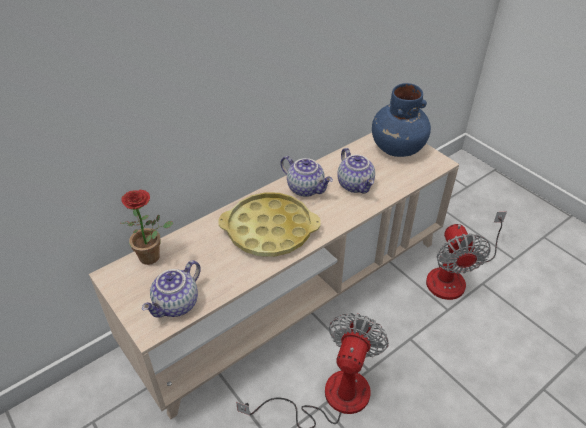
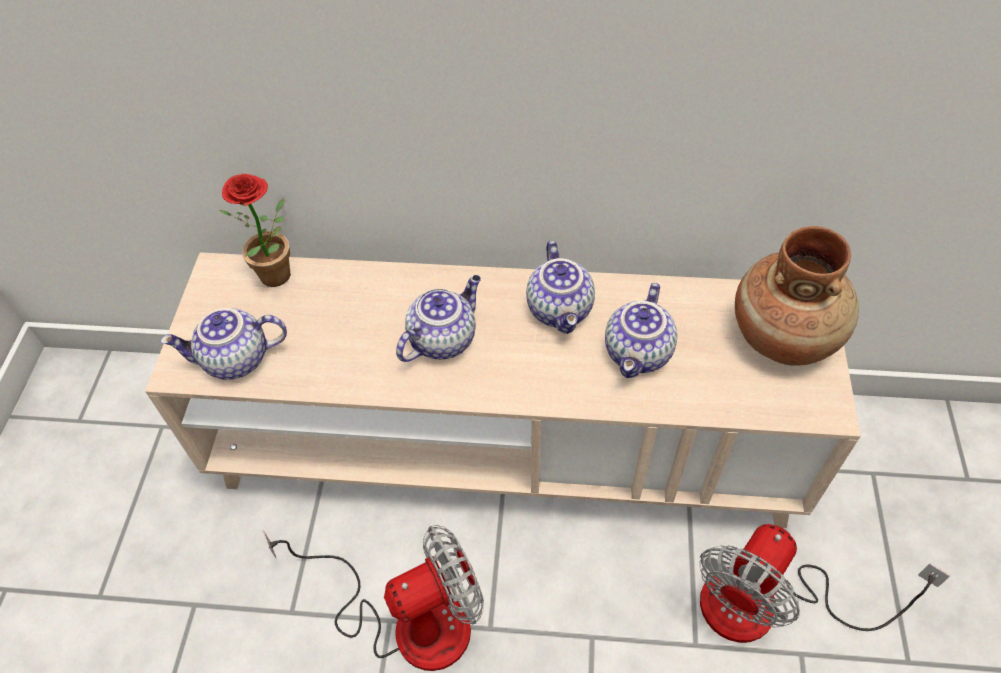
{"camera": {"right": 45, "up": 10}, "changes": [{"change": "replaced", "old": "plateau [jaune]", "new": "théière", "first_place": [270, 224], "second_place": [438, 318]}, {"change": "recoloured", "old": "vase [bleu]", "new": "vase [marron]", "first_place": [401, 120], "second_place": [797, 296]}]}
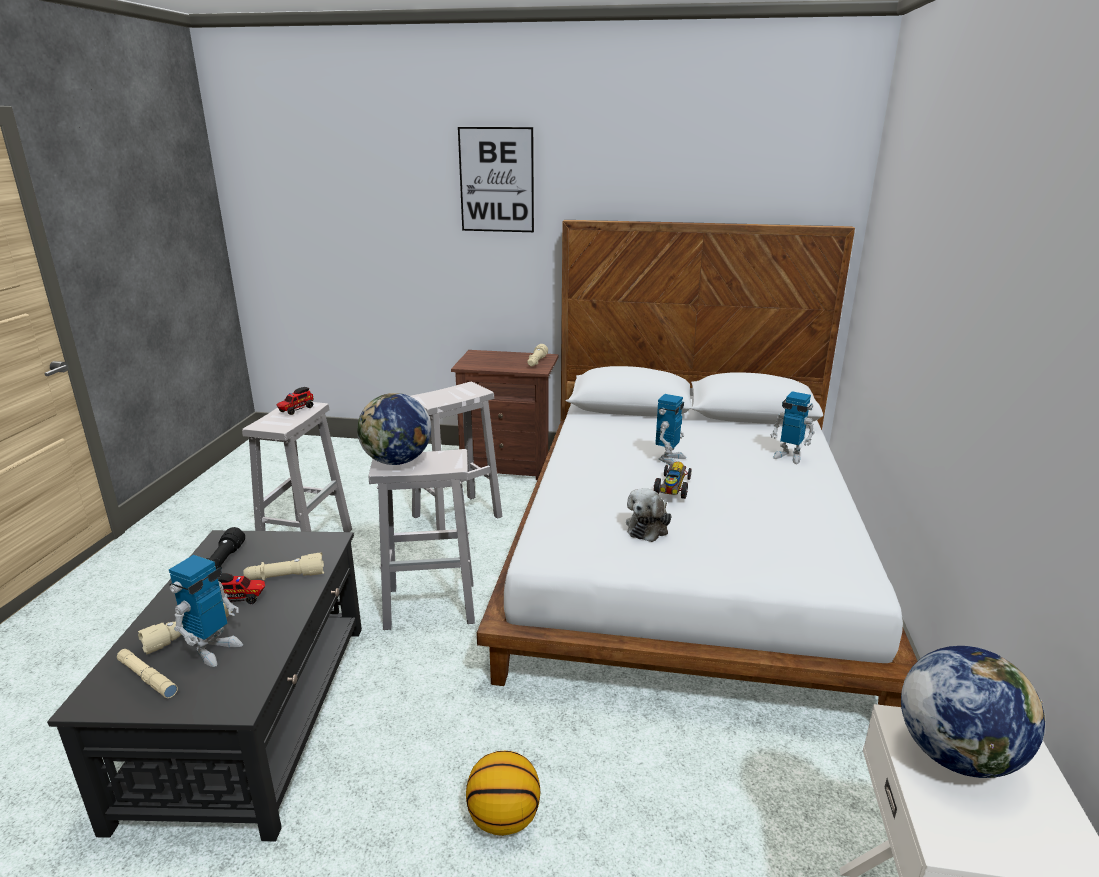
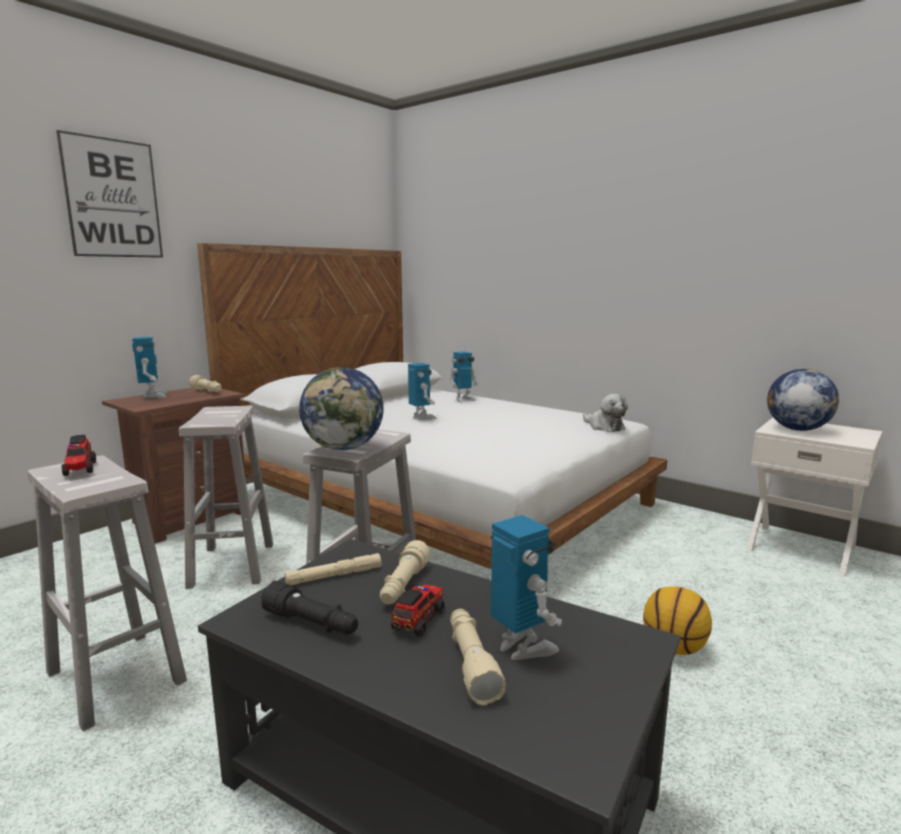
{"camera": {"right": -60, "up": -10}, "changes": [{"change": "moved", "old": "lampe de poche [beige]", "first_place": [147, 673], "second_place": [333, 569]}, {"change": "moved", "old": "peluche", "first_place": [648, 515], "second_place": [605, 413]}, {"change": "removed", "old": "petite voiture", "first_place": [672, 480]}, {"change": "added", "new": "robot jouet", "second_place": [149, 367]}]}
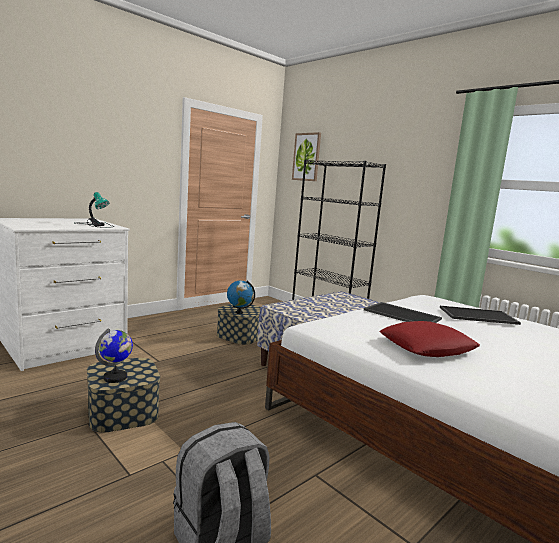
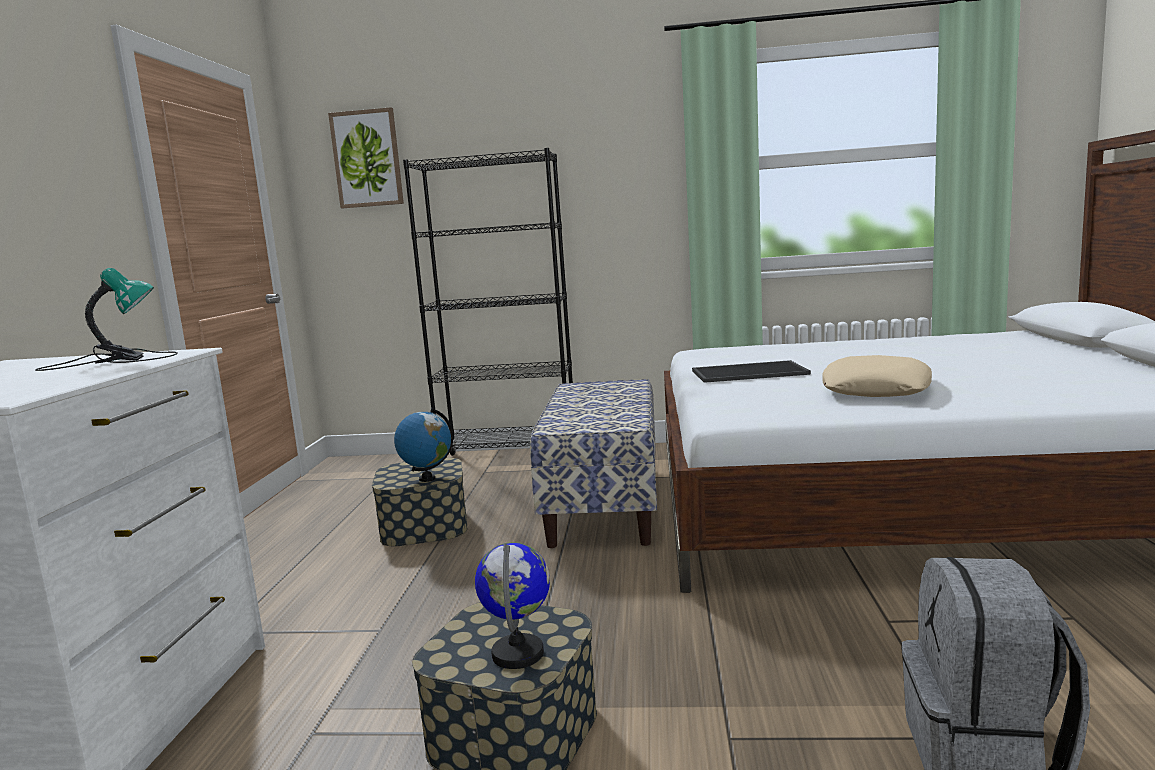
{"camera": {"right": -40, "up": 0}, "changes": [{"change": "recoloured", "old": "coussin [rouge]", "new": "coussin [beige]", "first_place": [430, 339], "second_place": [877, 376]}, {"change": "removed", "old": "plateau", "first_place": [480, 315]}]}
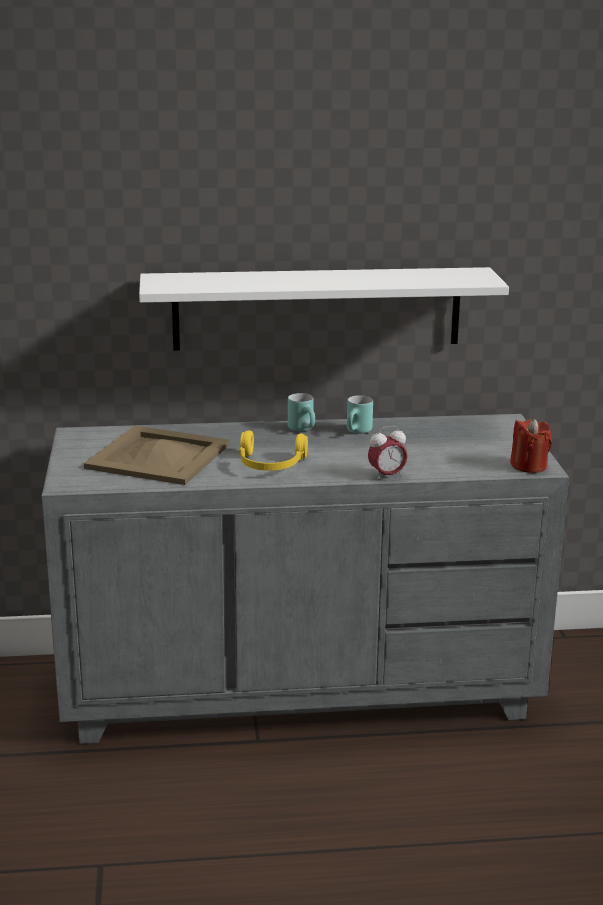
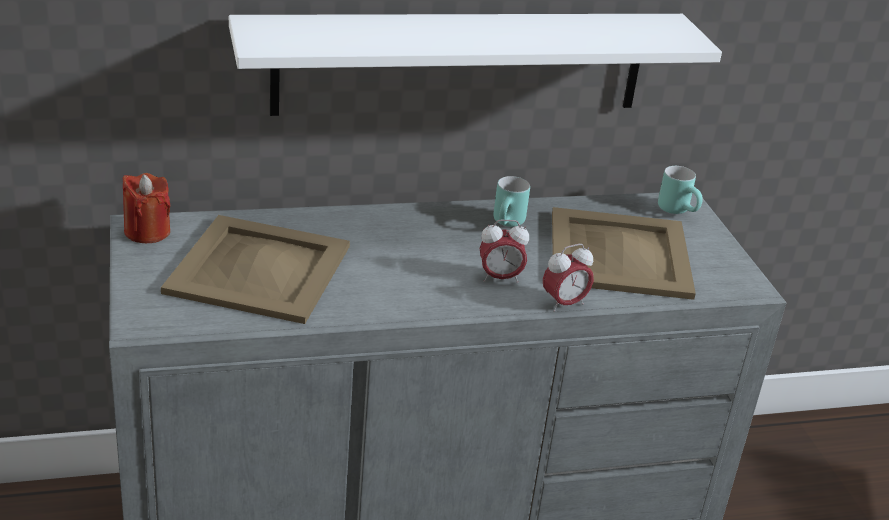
{"camera": {"right": -10, "up": 10}, "changes": [{"change": "removed", "old": "casque audio [jaune]", "first_place": [274, 450]}, {"change": "moved", "old": "mug [turquoise]", "first_place": [301, 412], "second_place": [680, 190]}, {"change": "moved", "old": "bougie [rouge]", "first_place": [531, 445], "second_place": [146, 208]}, {"change": "added", "new": "réveil", "second_place": [504, 251]}, {"change": "added", "new": "plateau [beige]", "second_place": [624, 253]}]}
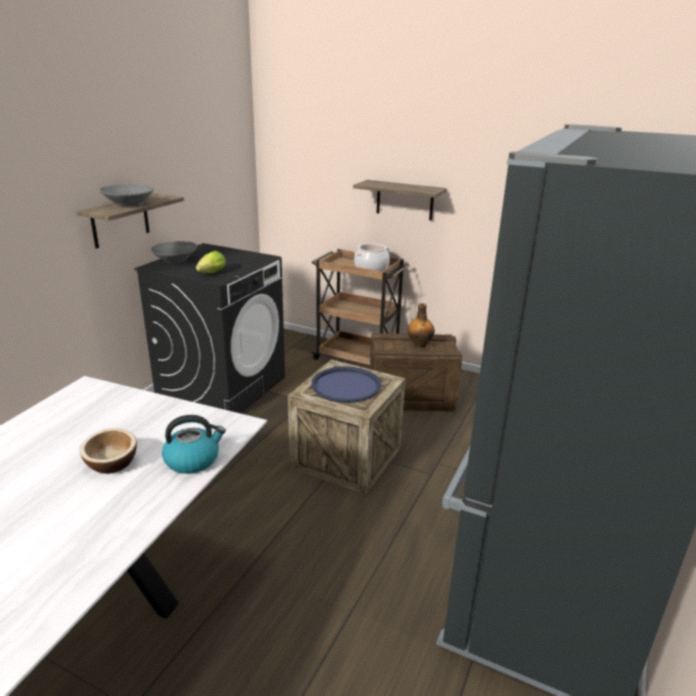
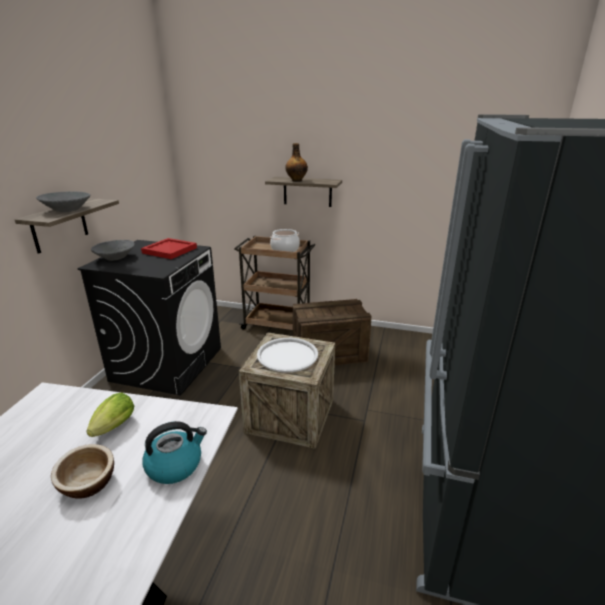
{"camera": {"right": -10, "up": 0}, "changes": [{"change": "moved", "old": "laitue", "first_place": [211, 262], "second_place": [110, 415]}, {"change": "recoloured", "old": "plateau [bleu]", "new": "plateau [blanc]", "first_place": [346, 385], "second_place": [287, 355]}, {"change": "moved", "old": "bouteille", "first_place": [421, 325], "second_place": [296, 162]}, {"change": "added", "new": "plateau [rouge]", "second_place": [169, 248]}]}
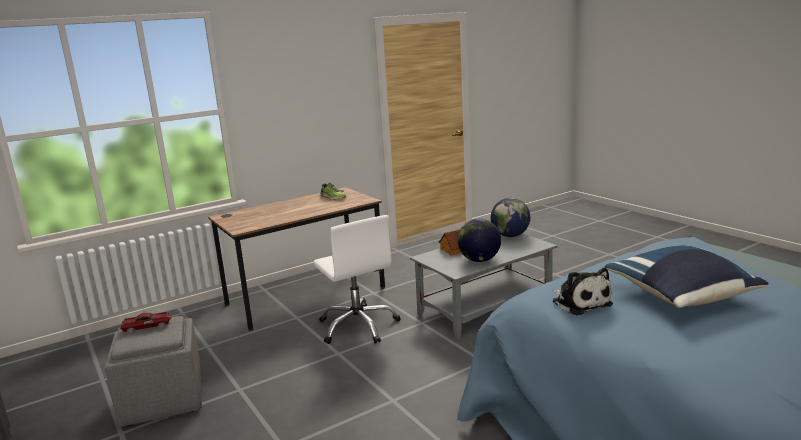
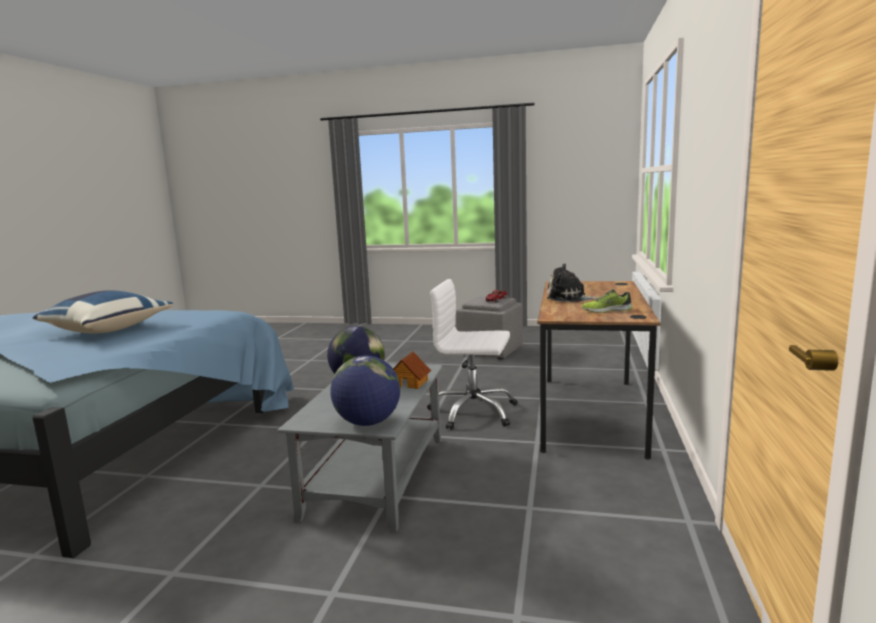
{"camera": {"right": 135, "up": -5}, "changes": [{"change": "moved", "old": "peluche", "first_place": [582, 292], "second_place": [573, 283]}]}
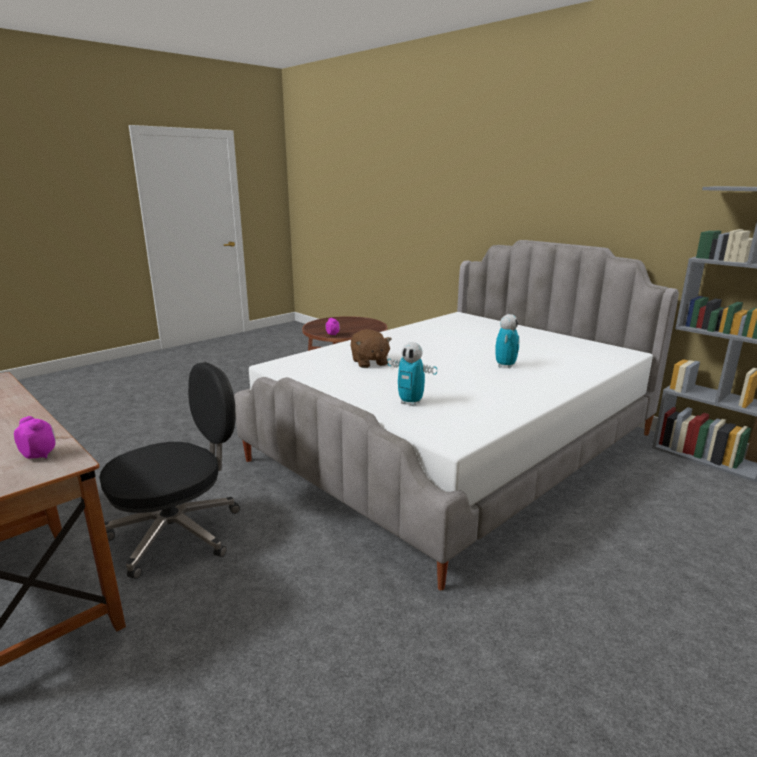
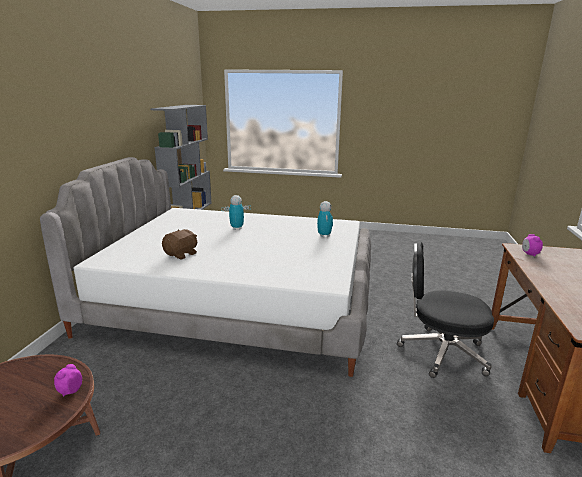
{"camera": {"right": -125, "up": 0}, "changes": [{"change": "moved", "old": "peluche [marron]", "first_place": [371, 348], "second_place": [179, 244]}]}
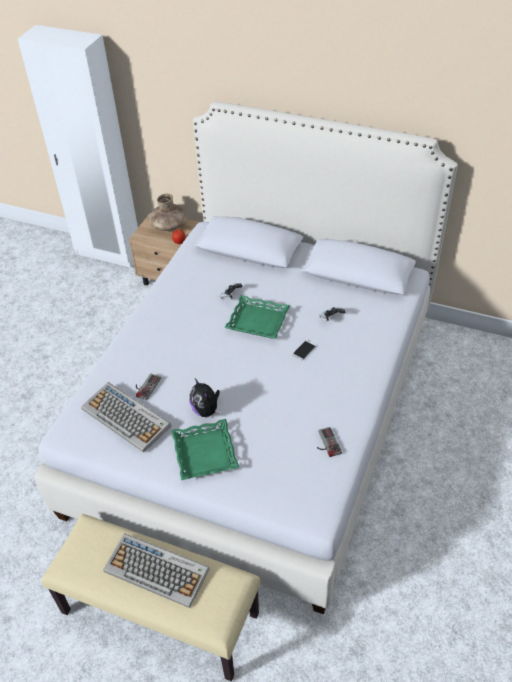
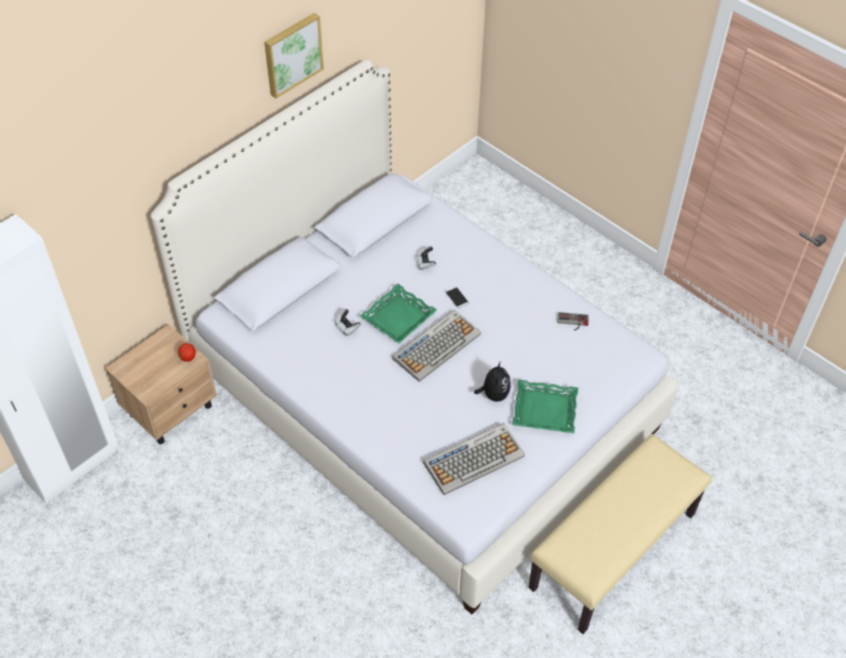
{"camera": {"right": -70, "up": 5}, "changes": [{"change": "moved", "old": "clavier", "first_place": [156, 570], "second_place": [436, 346]}, {"change": "removed", "old": "manette", "first_place": [148, 386]}, {"change": "removed", "old": "vase [marron]", "first_place": [168, 212]}, {"change": "turned", "old": "peluche", "first_place": [205, 397], "second_place": [492, 381], "degrees": -75}, {"change": "added", "new": "tableau", "second_place": [294, 55]}]}
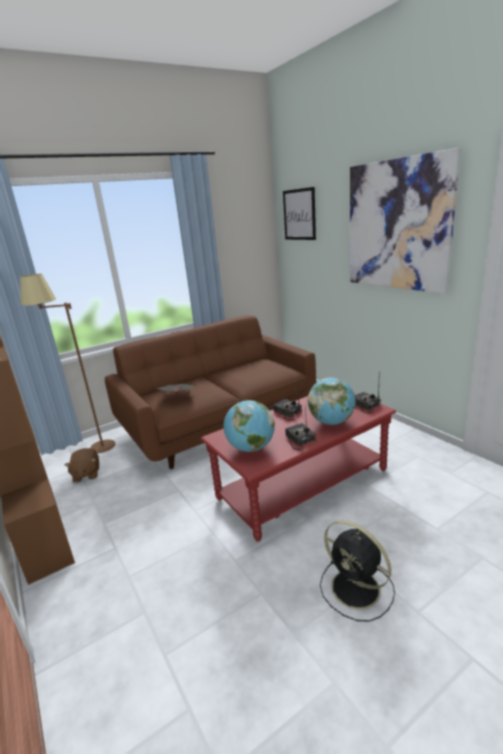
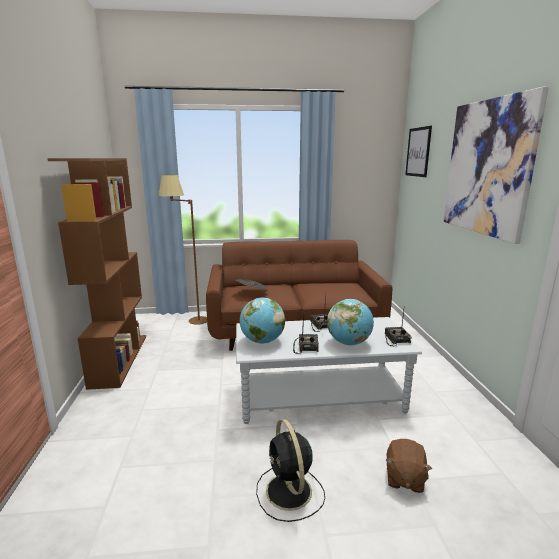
{"camera": {"right": 25, "up": -5}, "changes": [{"change": "moved", "old": "peluche [marron]", "first_place": [81, 465], "second_place": [409, 466]}, {"change": "recoloured", "old": "table basse [rouge]", "new": "table basse [gris]", "first_place": [298, 467], "second_place": [329, 370]}]}
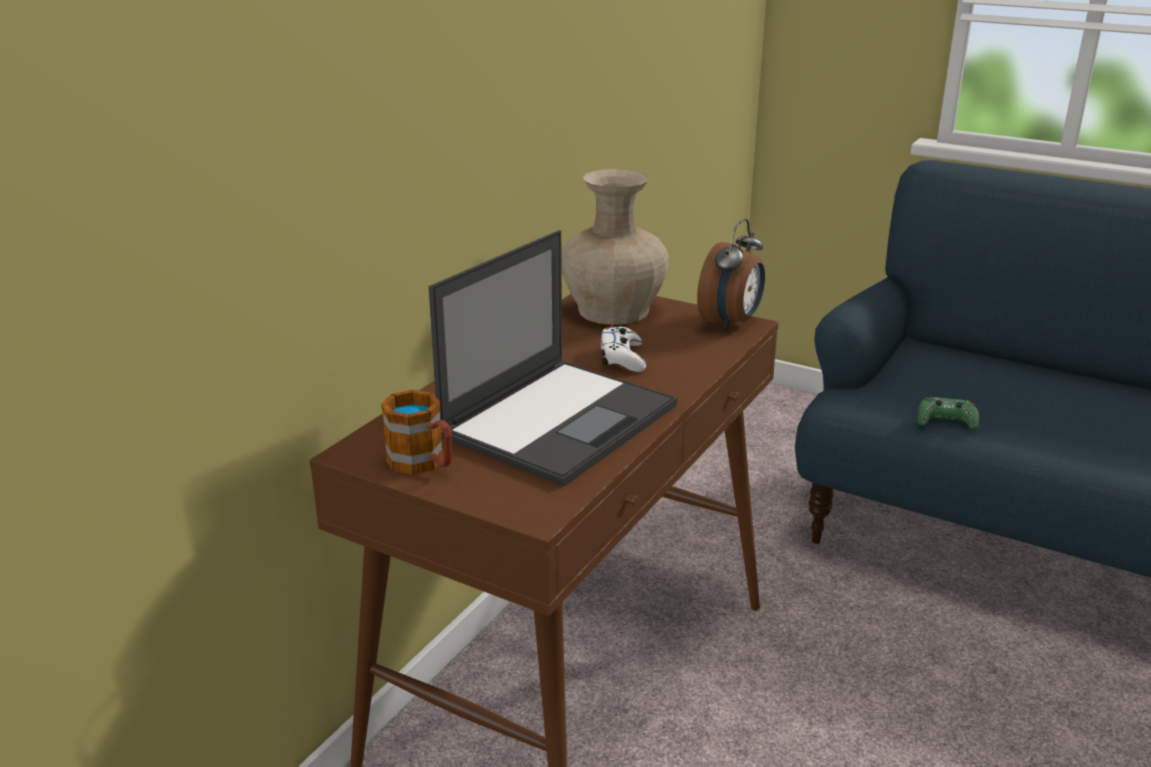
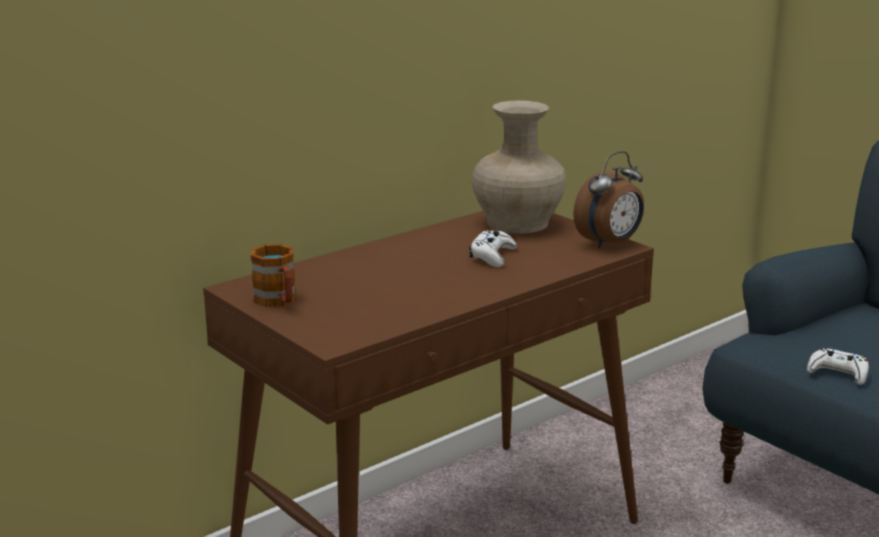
{"camera": {"right": 20, "up": -5}, "changes": [{"change": "removed", "old": "ordinateur portable", "first_place": [553, 358]}, {"change": "recoloured", "old": "manette [vert]", "new": "manette [blanc]", "first_place": [948, 414], "second_place": [838, 366]}]}
